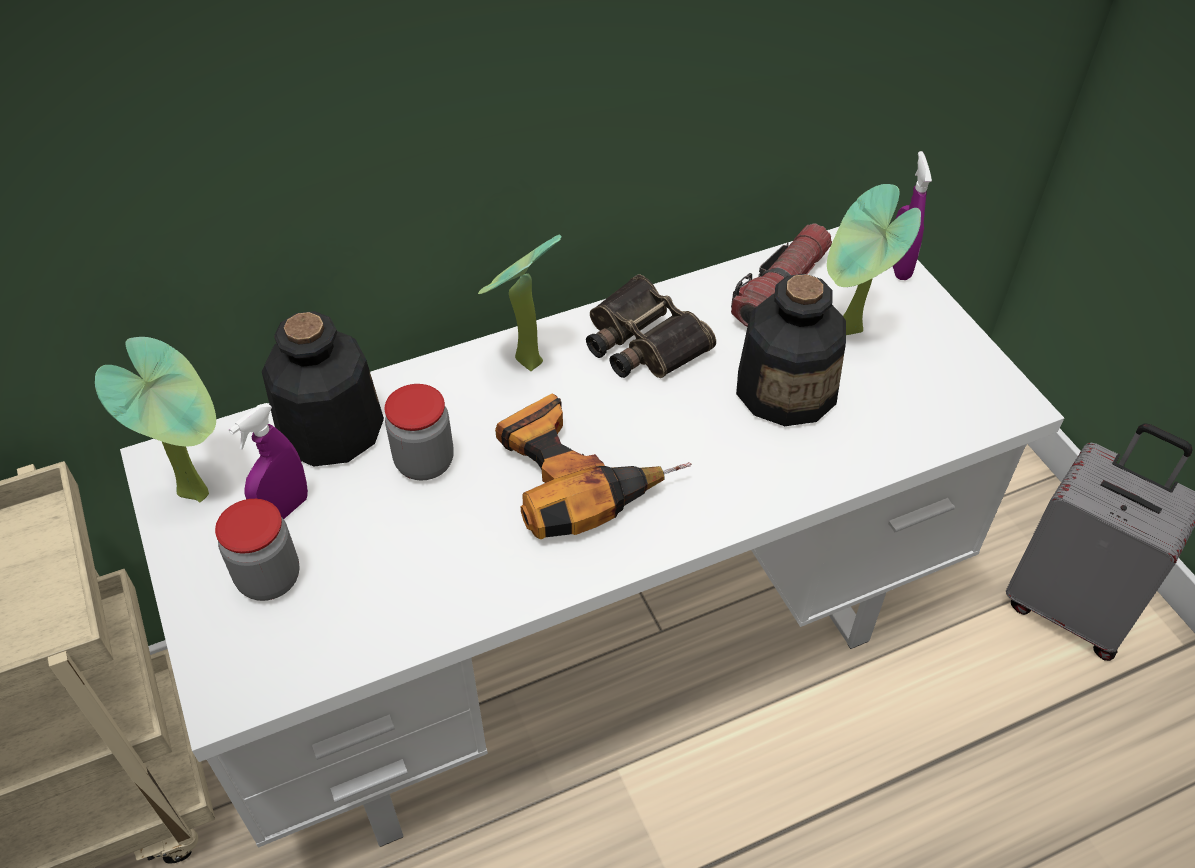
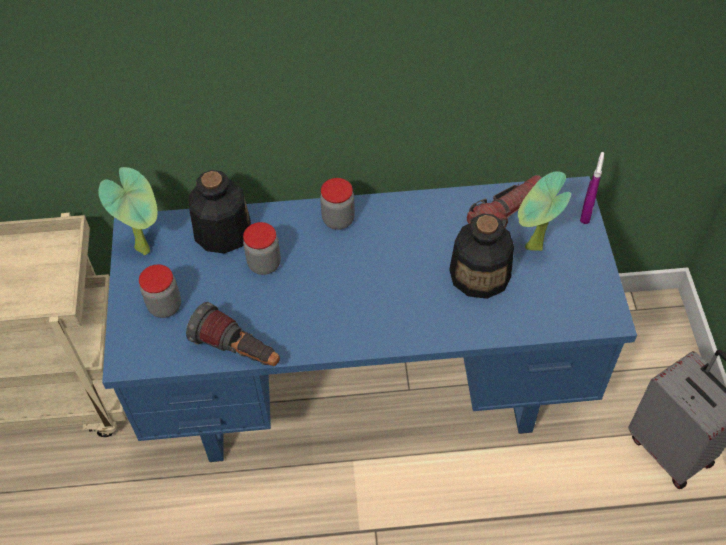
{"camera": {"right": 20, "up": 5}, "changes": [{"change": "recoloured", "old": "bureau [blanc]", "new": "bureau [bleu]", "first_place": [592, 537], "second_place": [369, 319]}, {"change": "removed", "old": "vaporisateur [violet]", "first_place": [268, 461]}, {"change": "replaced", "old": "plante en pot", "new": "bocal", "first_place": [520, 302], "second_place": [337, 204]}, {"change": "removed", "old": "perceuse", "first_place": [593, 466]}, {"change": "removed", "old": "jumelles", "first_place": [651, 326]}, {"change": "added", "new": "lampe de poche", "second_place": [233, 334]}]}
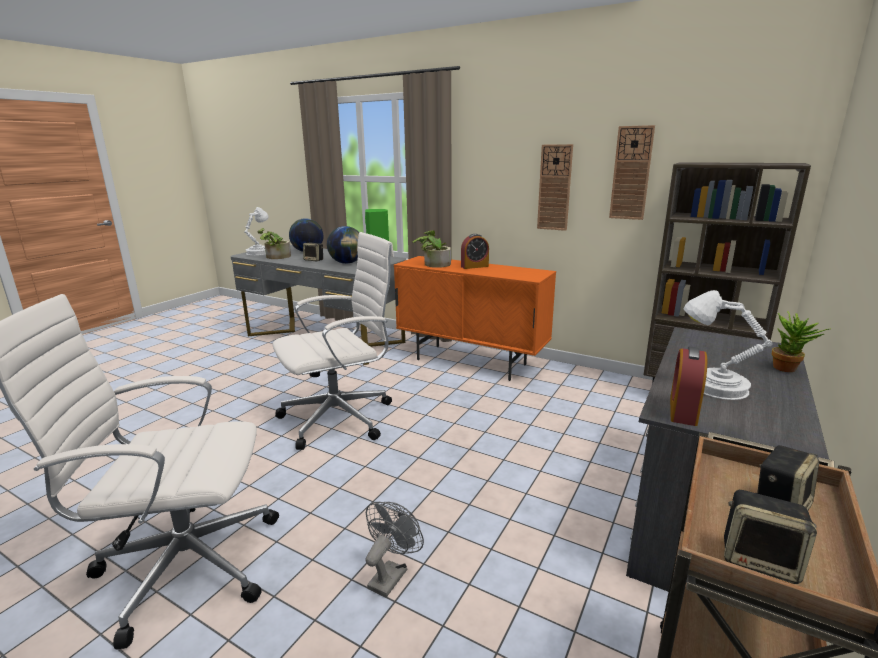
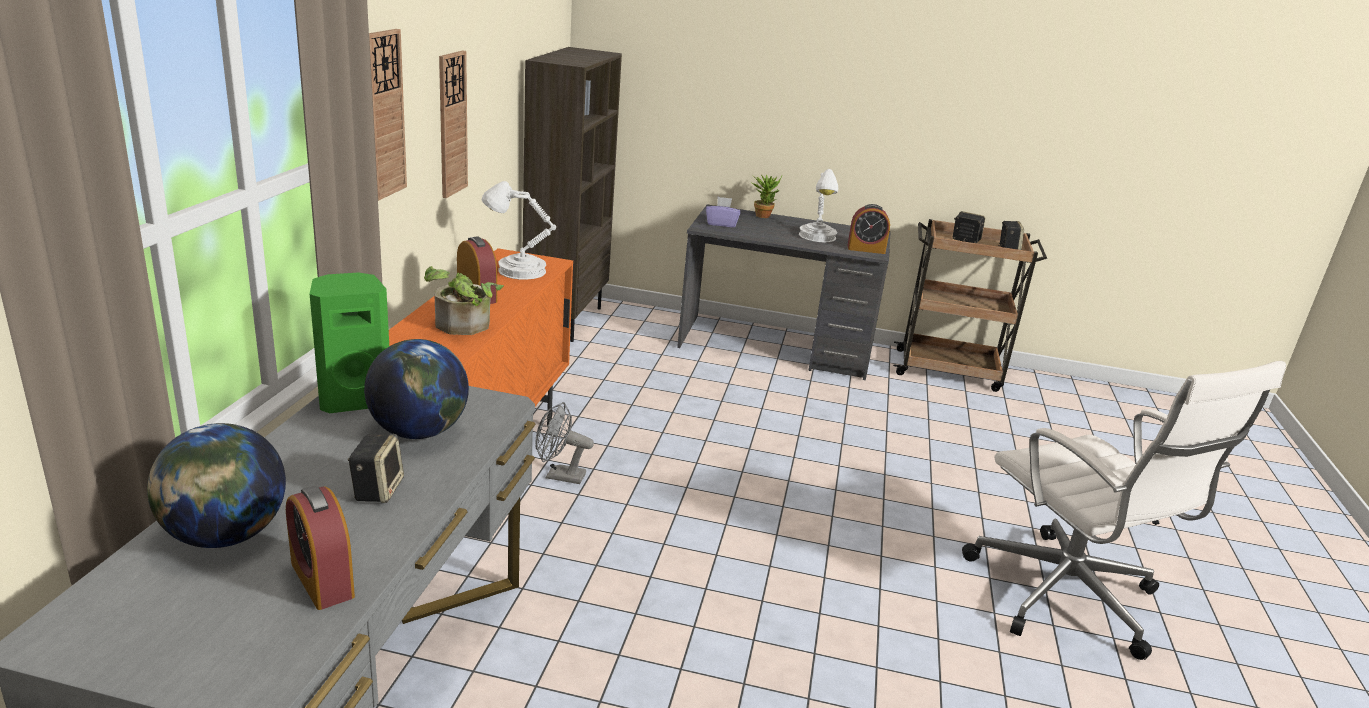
{"camera": {"right": -110, "up": 5}, "changes": [{"change": "moved", "old": "lampe de table [blanc]", "first_place": [256, 231], "second_place": [519, 230]}, {"change": "replaced", "old": "plante en pot", "new": "réveil", "first_place": [274, 243], "second_place": [320, 548]}, {"change": "removed", "old": "chaise de bureau [blanc]", "first_place": [333, 341]}, {"change": "moved", "old": "ventilateur [gris]", "first_place": [395, 549], "second_place": [565, 443]}, {"change": "moved", "old": "horloge murale", "first_place": [632, 172], "second_place": [388, 115]}, {"change": "added", "new": "boîte à mouchoirs [violet]", "second_place": [723, 212]}]}
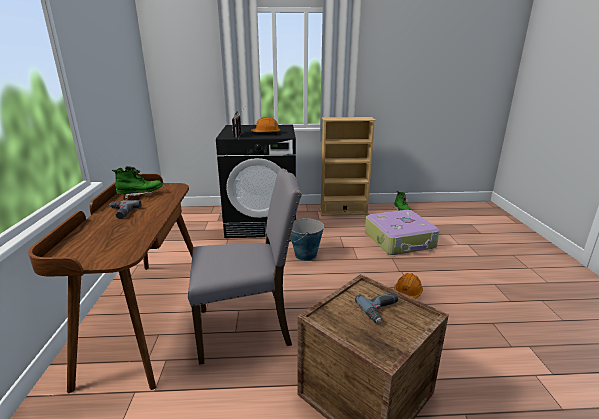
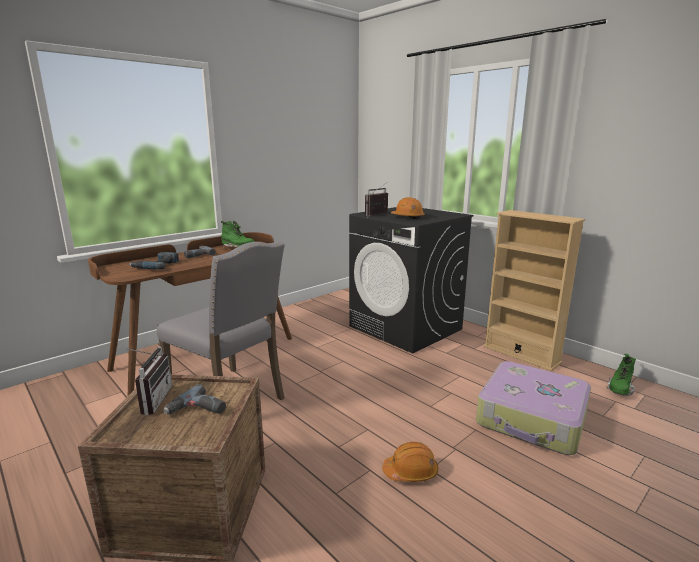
{"camera": {"right": 50, "up": -5}, "changes": [{"change": "removed", "old": "seau", "first_place": [306, 239]}, {"change": "added", "new": "radio", "second_place": [148, 381]}, {"change": "added", "new": "perceuse", "second_place": [154, 261]}]}
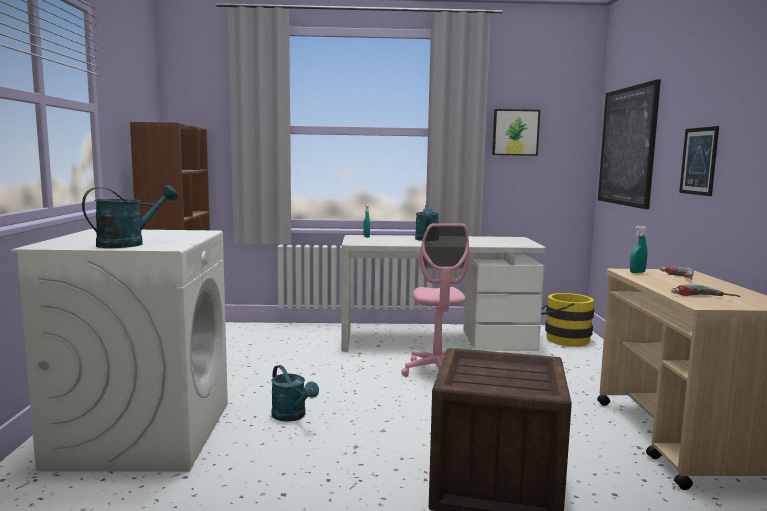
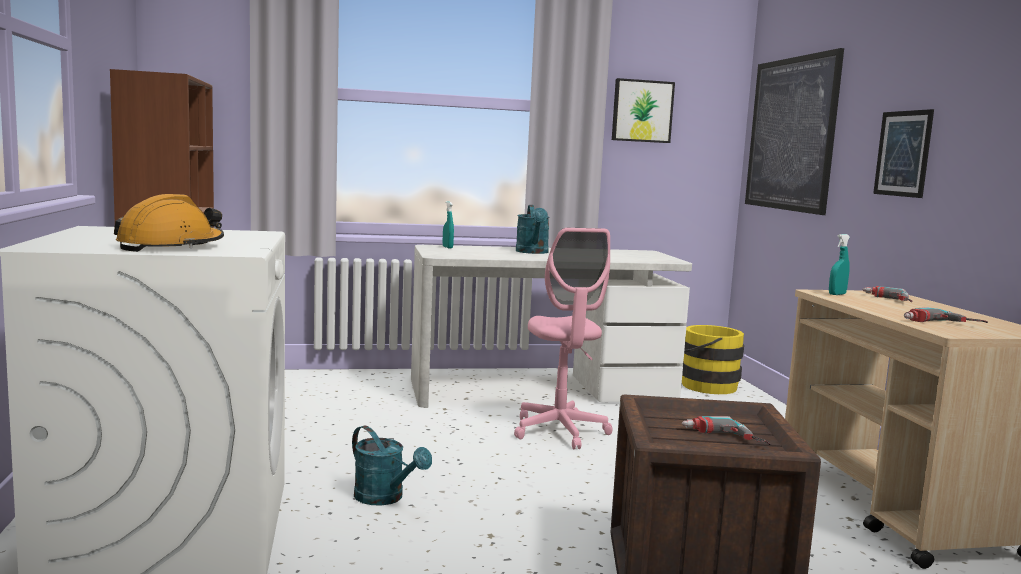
{"camera": {"right": -10, "up": 0}, "changes": [{"change": "replaced", "old": "arrosoir [turquoise]", "new": "casque de chantier [orange]", "first_place": [130, 216], "second_place": [169, 223]}, {"change": "added", "new": "perceuse", "second_place": [726, 430]}]}
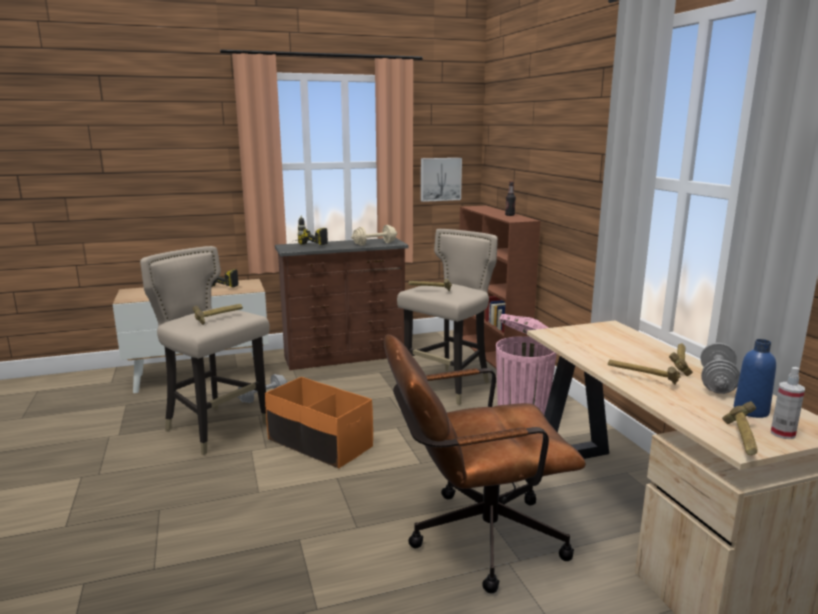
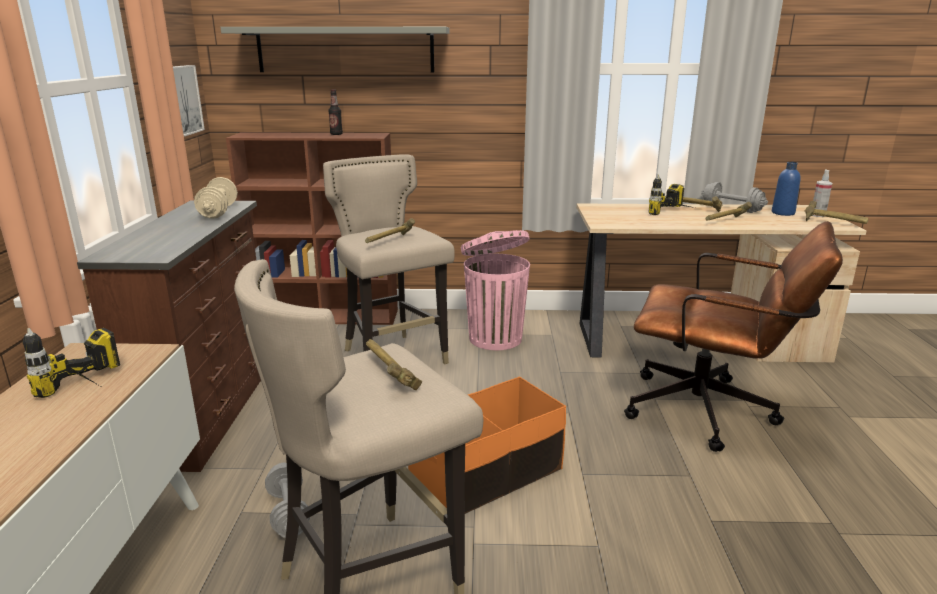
{"camera": {"right": -70, "up": 5}, "changes": [{"change": "moved", "old": "perceuse", "first_place": [311, 230], "second_place": [672, 195]}, {"change": "turned", "old": "chaise de bureau [marron]", "first_place": [485, 464], "second_place": [733, 336], "degrees": -75}, {"change": "added", "new": "étagère [gris]", "second_place": [334, 49]}]}
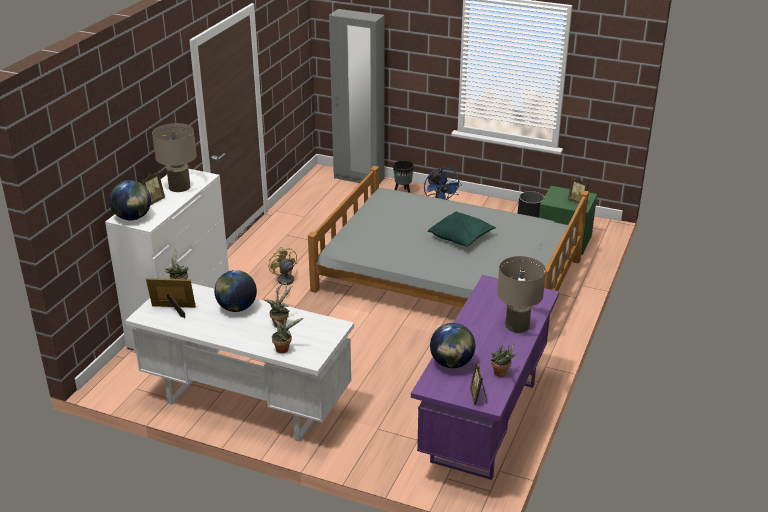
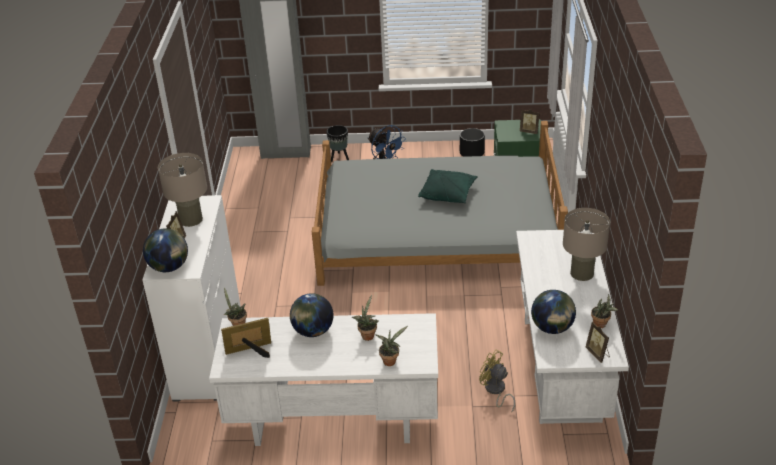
{"camera": {"right": -20, "up": 5}, "changes": [{"change": "moved", "old": "ventilateur [jaune]", "first_place": [283, 270], "second_place": [497, 381]}, {"change": "recoloured", "old": "bureau [violet]", "new": "bureau [blanc]", "first_place": [485, 377], "second_place": [572, 327]}]}
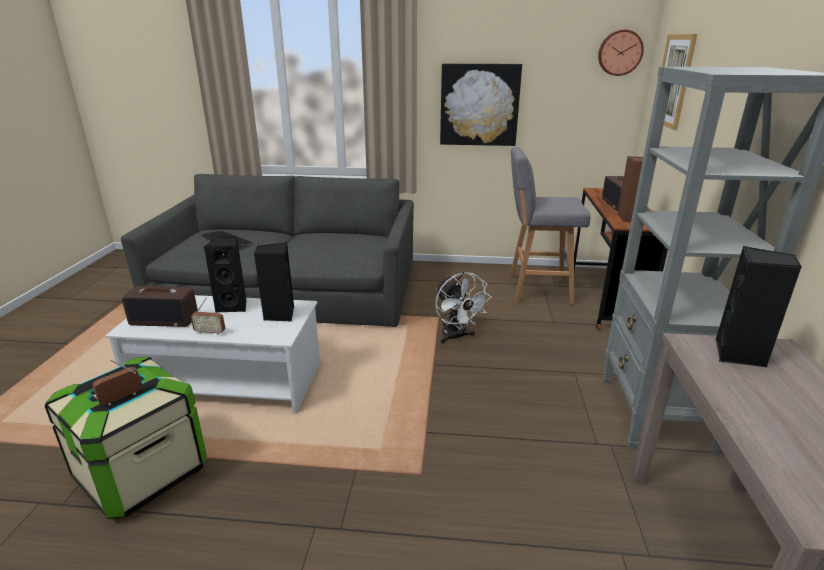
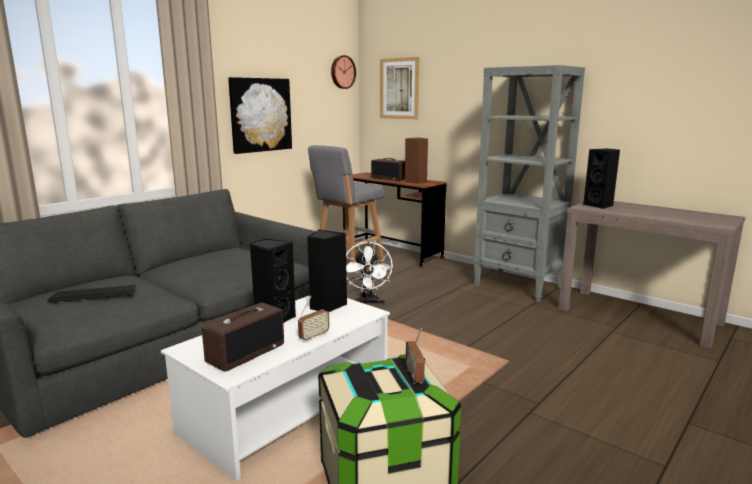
{"camera": {"right": -55, "up": -10}, "changes": [{"change": "turned", "old": "ventilateur [blanc]", "first_place": [463, 307], "second_place": [369, 273], "degrees": 75}]}
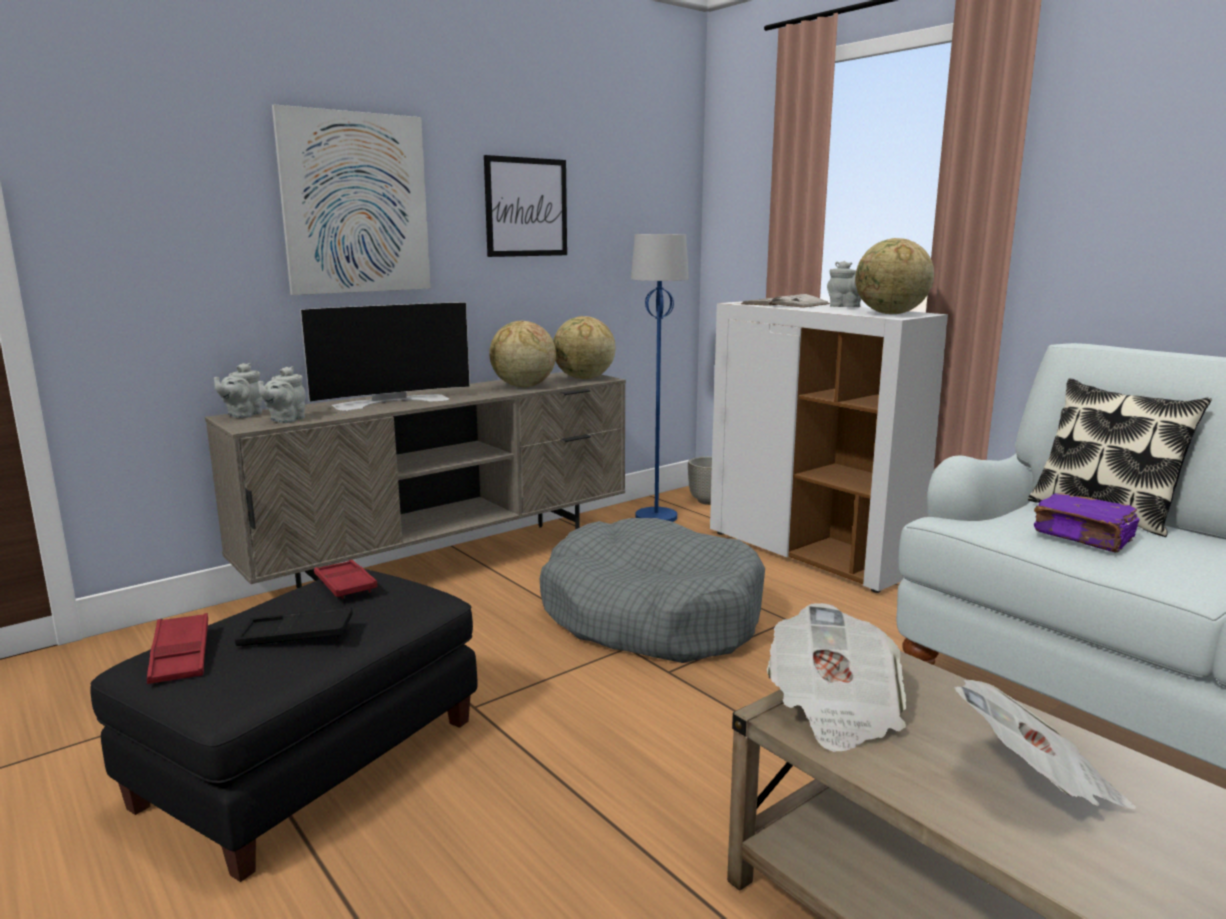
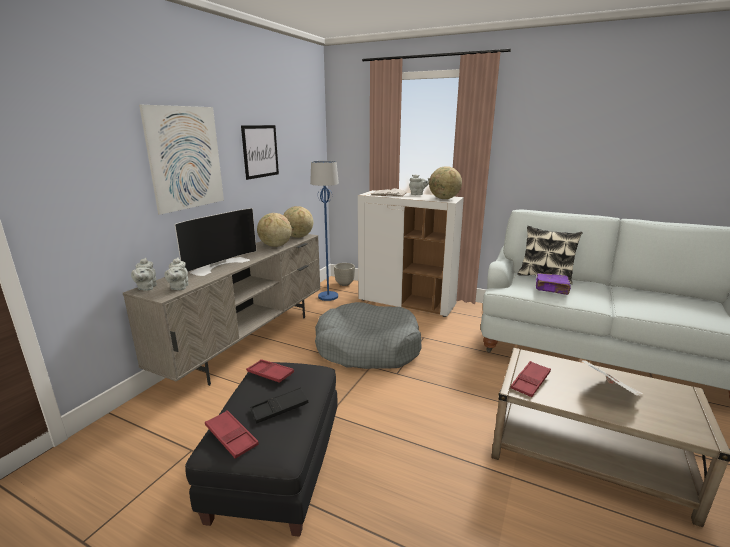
{"camera": {"right": -25, "up": 5}, "changes": [{"change": "replaced", "old": "journal", "new": "plateau [rouge]", "first_place": [836, 677], "second_place": [530, 379]}]}
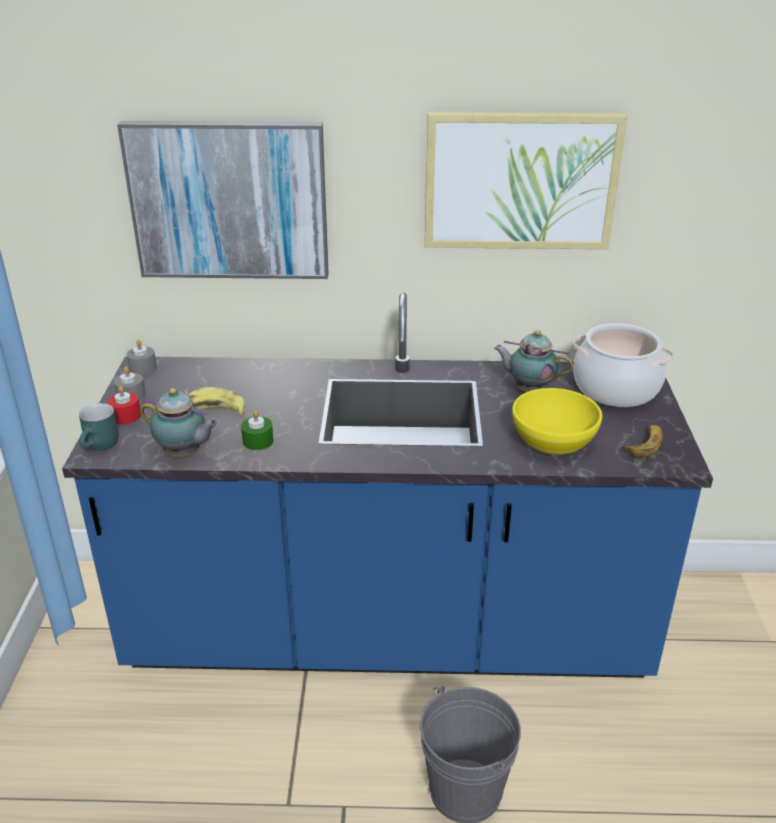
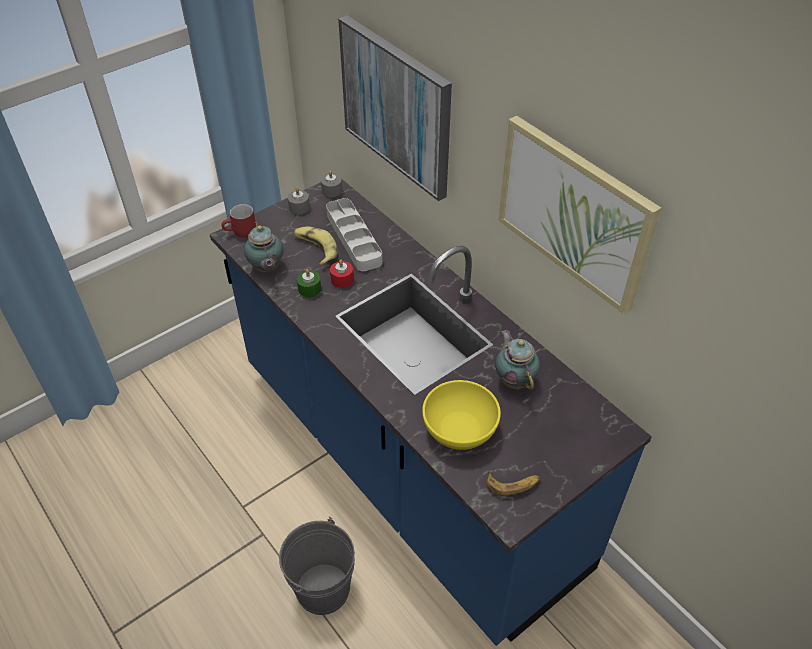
{"camera": {"right": 50, "up": 15}, "changes": [{"change": "recoloured", "old": "mug [turquoise]", "new": "mug [rouge]", "first_place": [98, 427], "second_place": [238, 221]}, {"change": "moved", "old": "bougie [rouge]", "first_place": [124, 405], "second_place": [342, 274]}, {"change": "removed", "old": "marmite", "first_place": [623, 365]}, {"change": "added", "new": "plateau [gris]", "second_place": [354, 234]}]}
